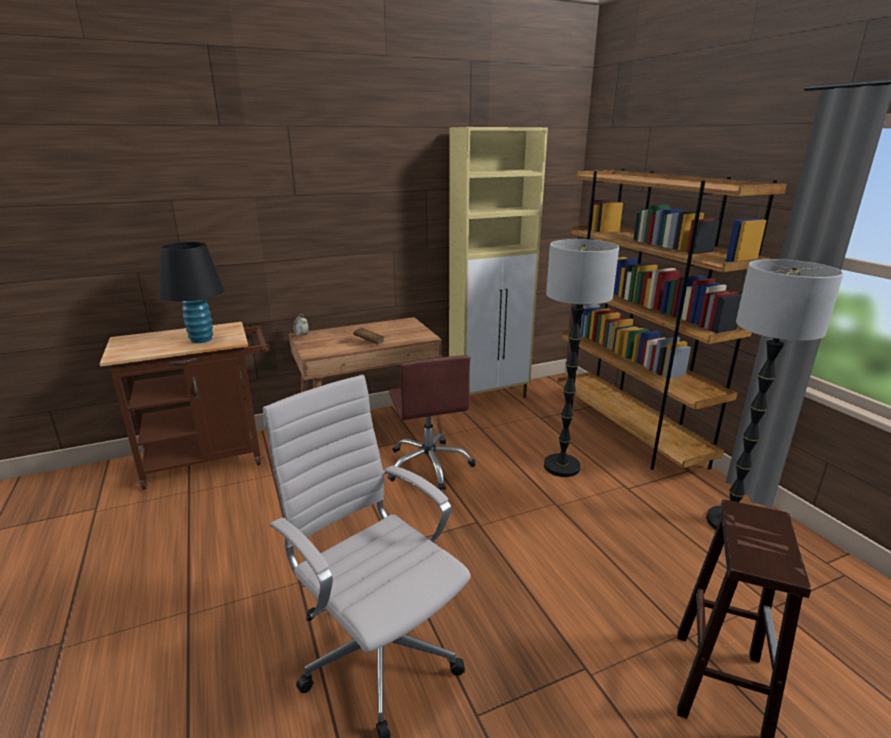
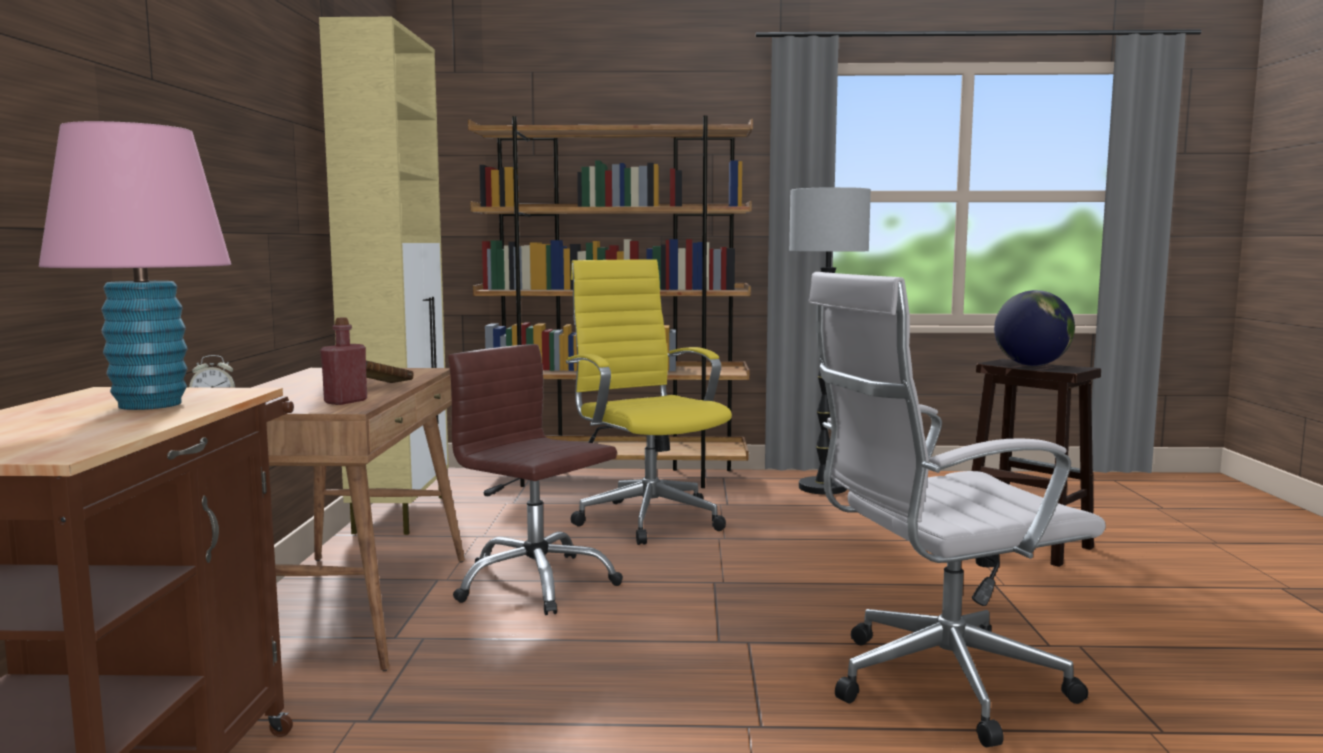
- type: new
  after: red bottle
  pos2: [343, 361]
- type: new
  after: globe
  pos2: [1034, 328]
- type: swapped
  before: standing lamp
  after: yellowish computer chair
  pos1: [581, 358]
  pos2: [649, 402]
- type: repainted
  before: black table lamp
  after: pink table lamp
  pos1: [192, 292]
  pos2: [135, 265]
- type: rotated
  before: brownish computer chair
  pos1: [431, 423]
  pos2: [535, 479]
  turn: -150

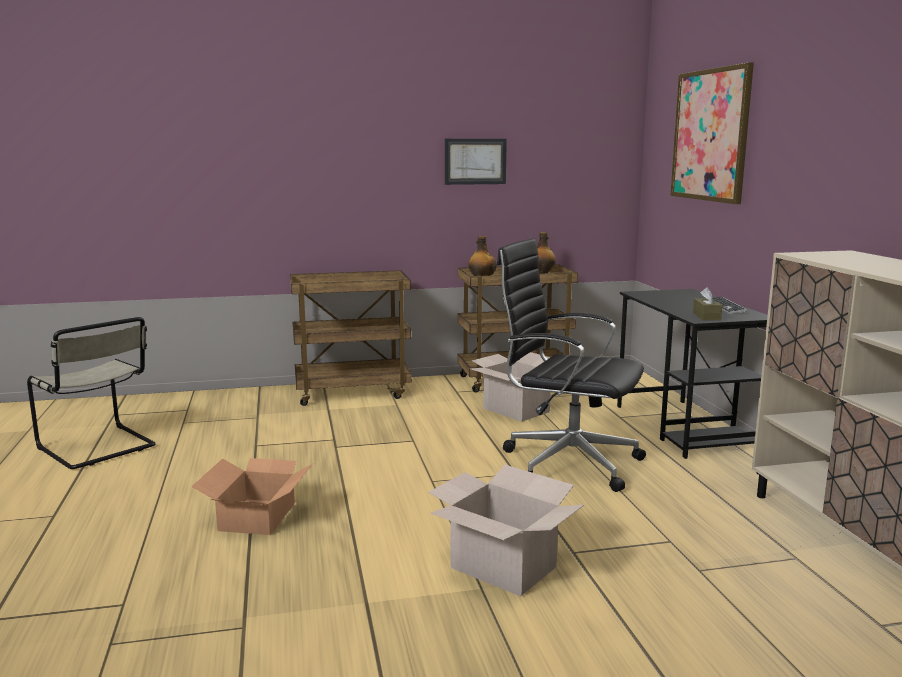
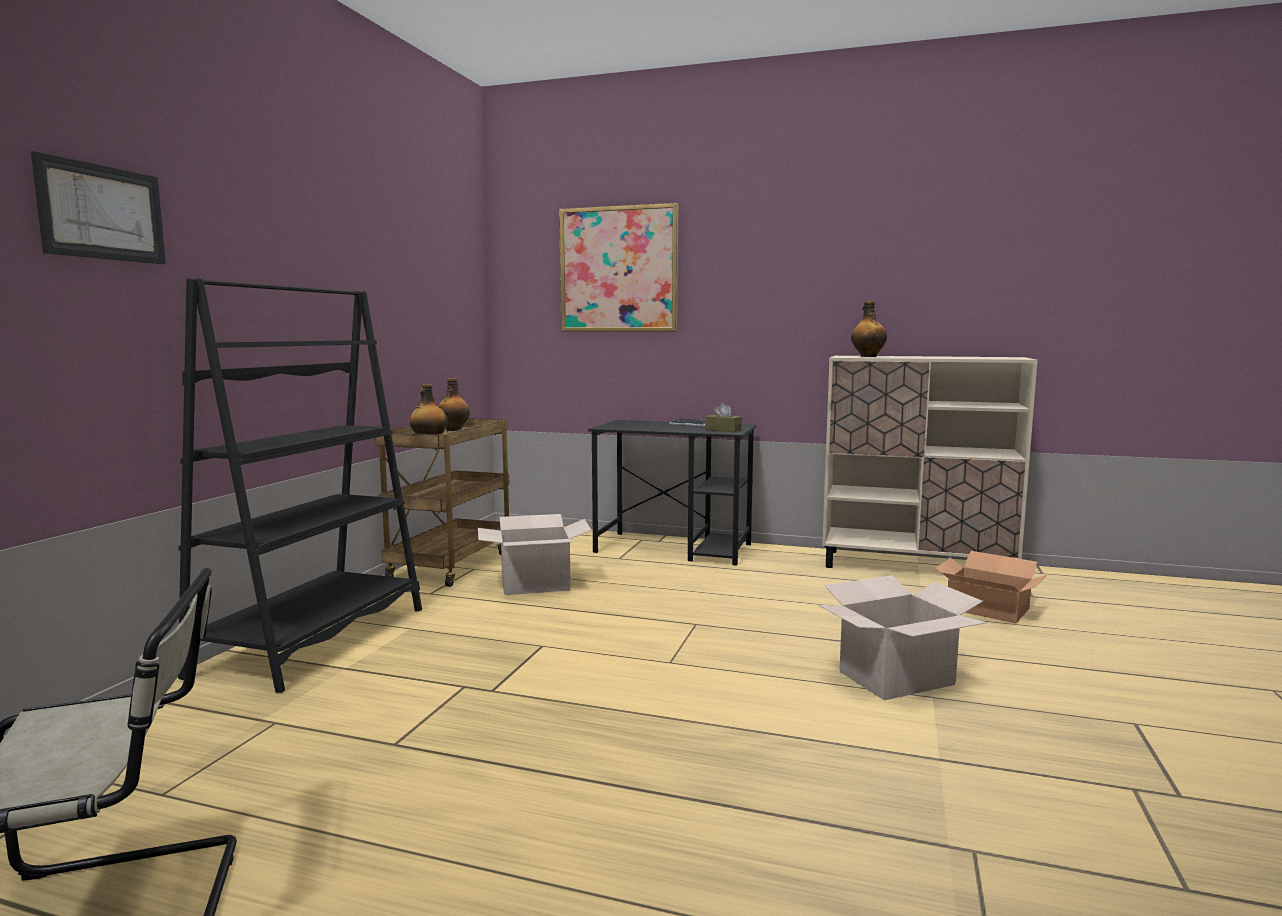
- type: gone
  before: black computer chair
  pos1: [571, 365]
- type: new
  after: bottle
  pos2: [869, 329]
- type: shifted
  before: carton
  pos1: [252, 496]
  pos2: [991, 587]
- type: shifted
  before: picture
  pos1: [476, 162]
  pos2: [98, 207]
- type: swapped
  before: brownish cart
  after: black bookshelf
  pos1: [351, 338]
  pos2: [300, 485]

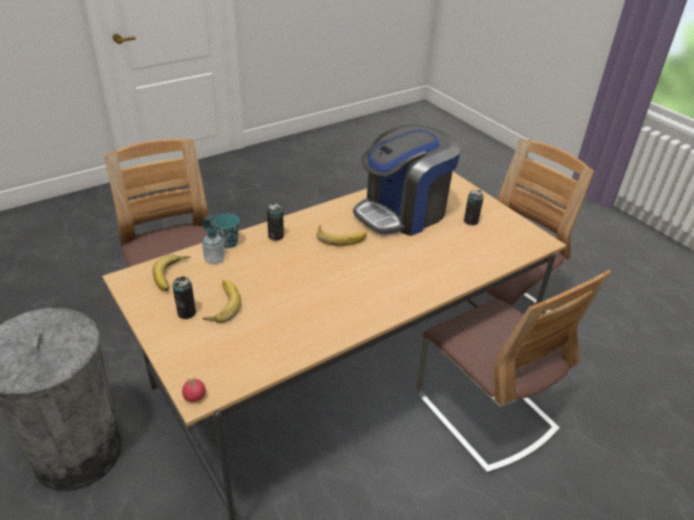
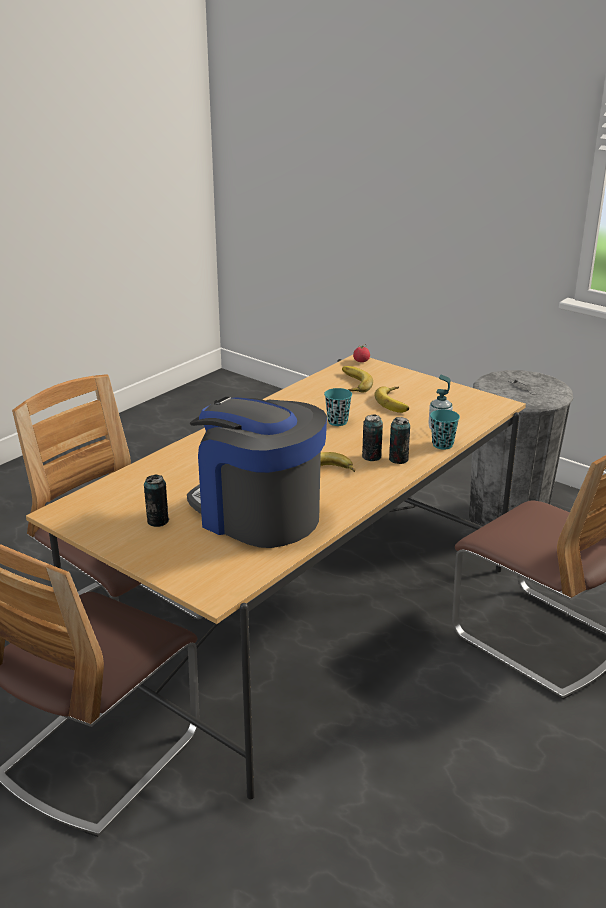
- type: new
  after: turquoise-coloured small cup
  pos2: [338, 407]
- type: shifted
  before: whole banana
  pos1: [171, 273]
  pos2: [357, 379]
- type: shifted
  before: can
  pos1: [184, 297]
  pos2: [372, 438]
- type: rotated
  before: coffee maker
  pos1: [407, 180]
  pos2: [257, 472]
  turn: -90

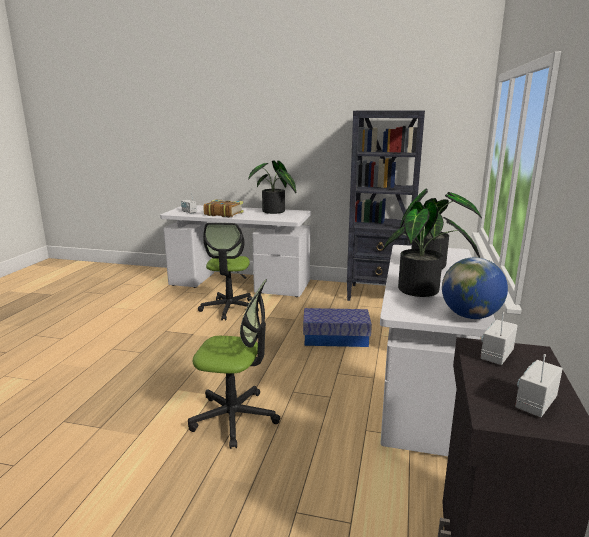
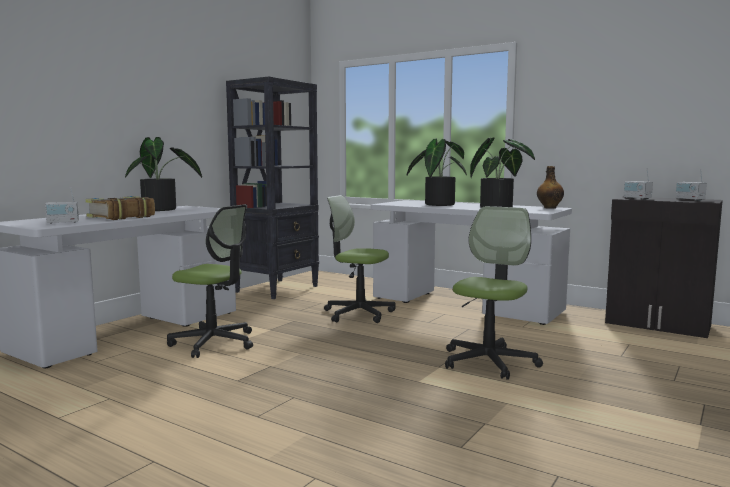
- type: swapped
  before: storage box
  after: computer chair
  pos1: [337, 327]
  pos2: [360, 259]
- type: swapped
  before: globe
  after: bottle
  pos1: [475, 288]
  pos2: [550, 187]

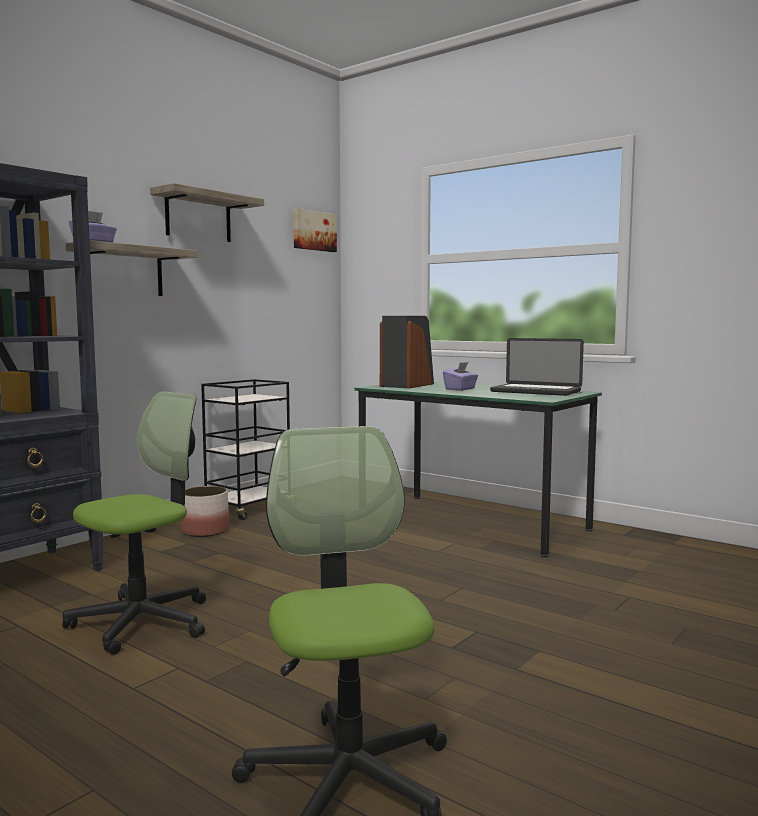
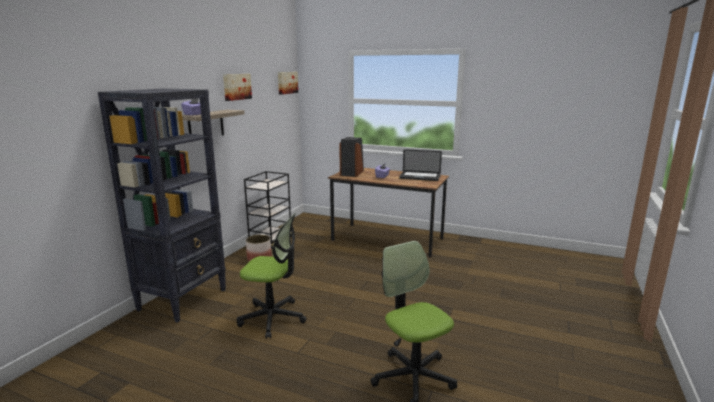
- type: swapped
  before: wall shelf
  after: picture
  pos1: [207, 212]
  pos2: [237, 87]
- type: repainted
  before: green desk
  after: brownish desk
  pos1: [478, 469]
  pos2: [388, 212]
- type: rotated
  before: computer chair
  pos1: [134, 523]
  pos2: [272, 276]
  turn: 75

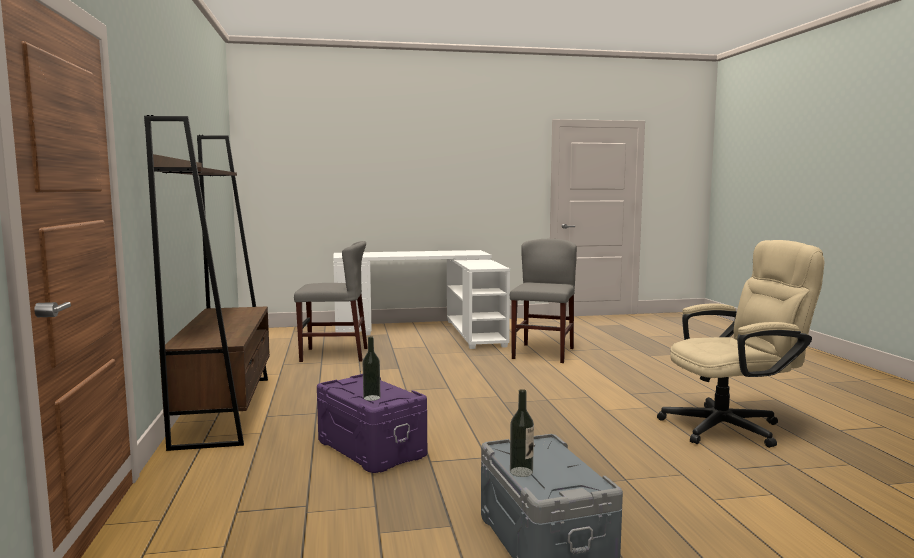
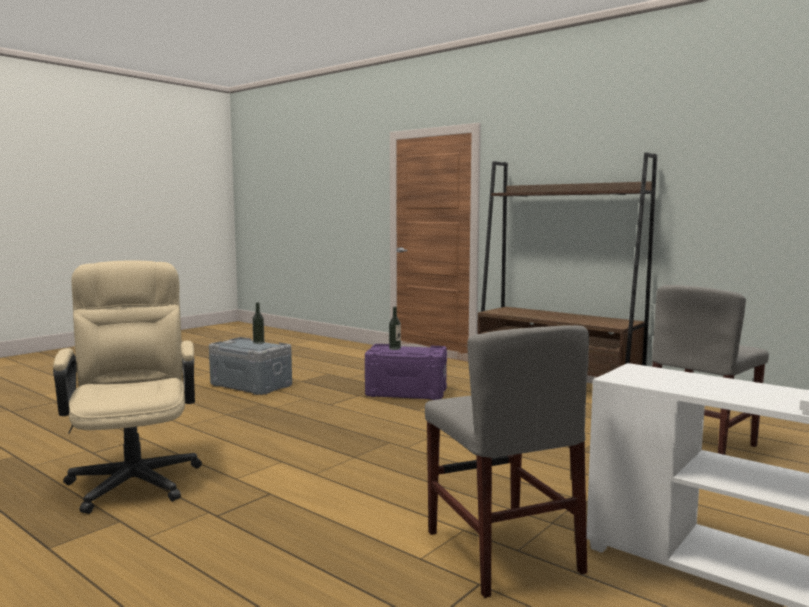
- type: rotated
  before: beige computer chair
  pos1: [740, 344]
  pos2: [127, 387]
  turn: 120

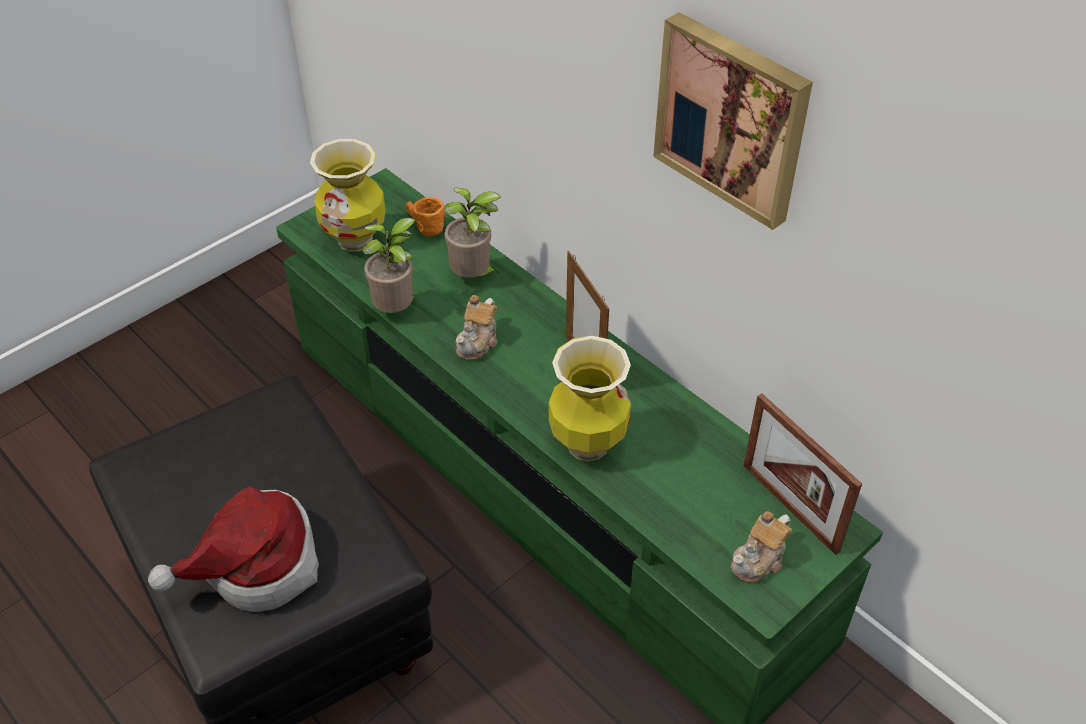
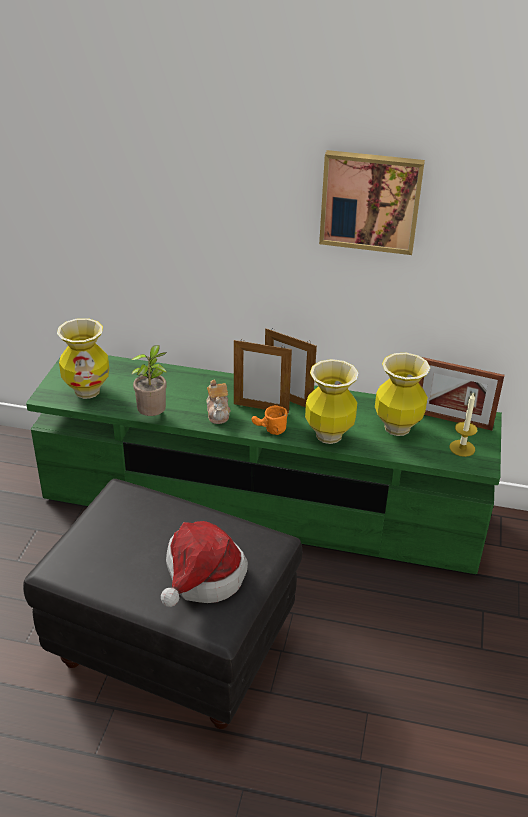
- type: gone
  before: houseplant
  pos1: [472, 233]
- type: new
  after: picture frame
  pos2: [263, 376]
- type: new
  after: flower vase
  pos2: [402, 394]
- type: shifted
  before: orange-coloured tea mug
  pos1: [425, 216]
  pos2: [269, 420]
- type: swapped
  before: pot for tea
  after: wax candle
  pos1: [761, 547]
  pos2: [463, 424]

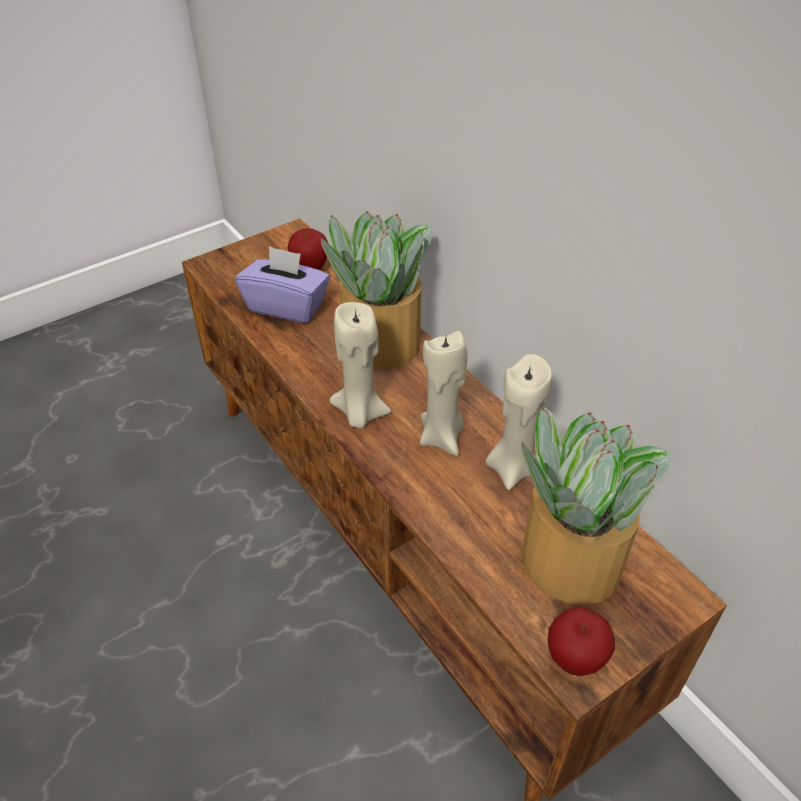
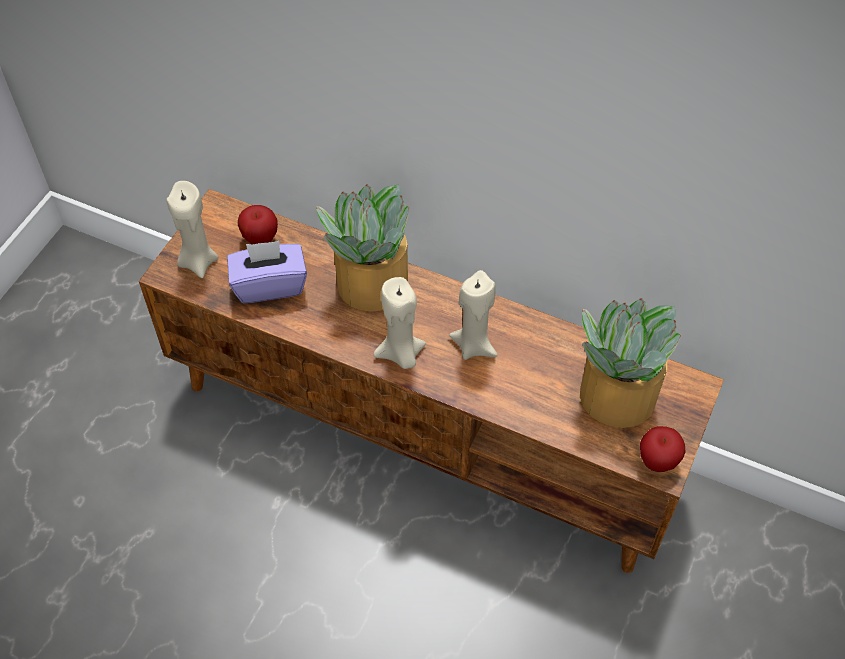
- type: shifted
  before: beige wax candle
  pos1: [519, 422]
  pos2: [192, 229]

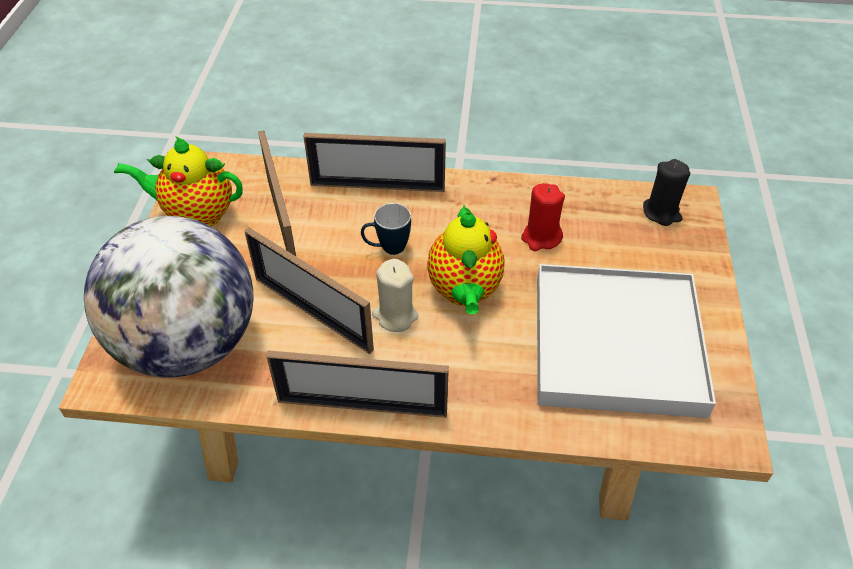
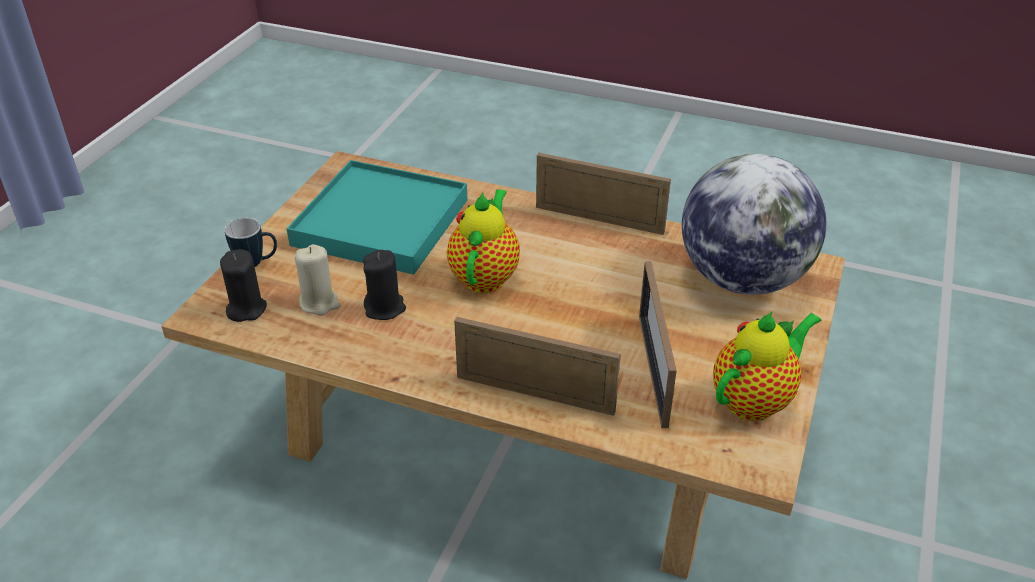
- type: gone
  before: picture frame
  pos1: [309, 290]
- type: shifted
  before: tea mug
  pos1: [386, 229]
  pos2: [250, 242]
- type: shifted
  before: beige wax candle
  pos1: [395, 295]
  pos2: [317, 279]
- type: repainted
  before: red wax candle
  after: black wax candle
  pos1: [543, 217]
  pos2: [384, 285]
- type: repainted
  before: white carrying tray
  after: turquoise-coloured carrying tray
  pos1: [626, 341]
  pos2: [377, 217]
- type: rotated
  before: pot for tea
  pos1: [178, 181]
  pos2: [767, 366]
  turn: -60

